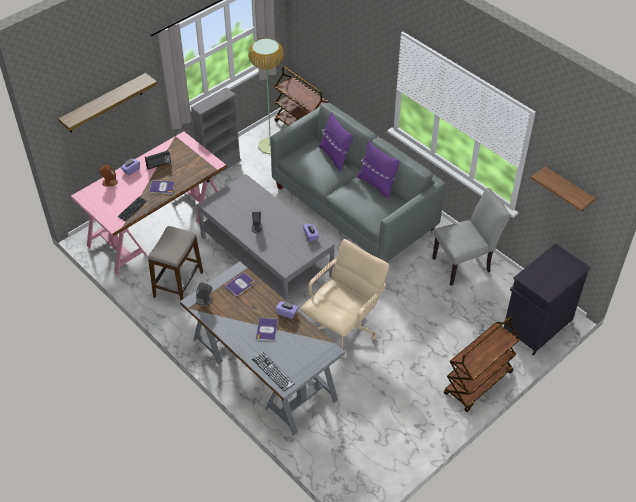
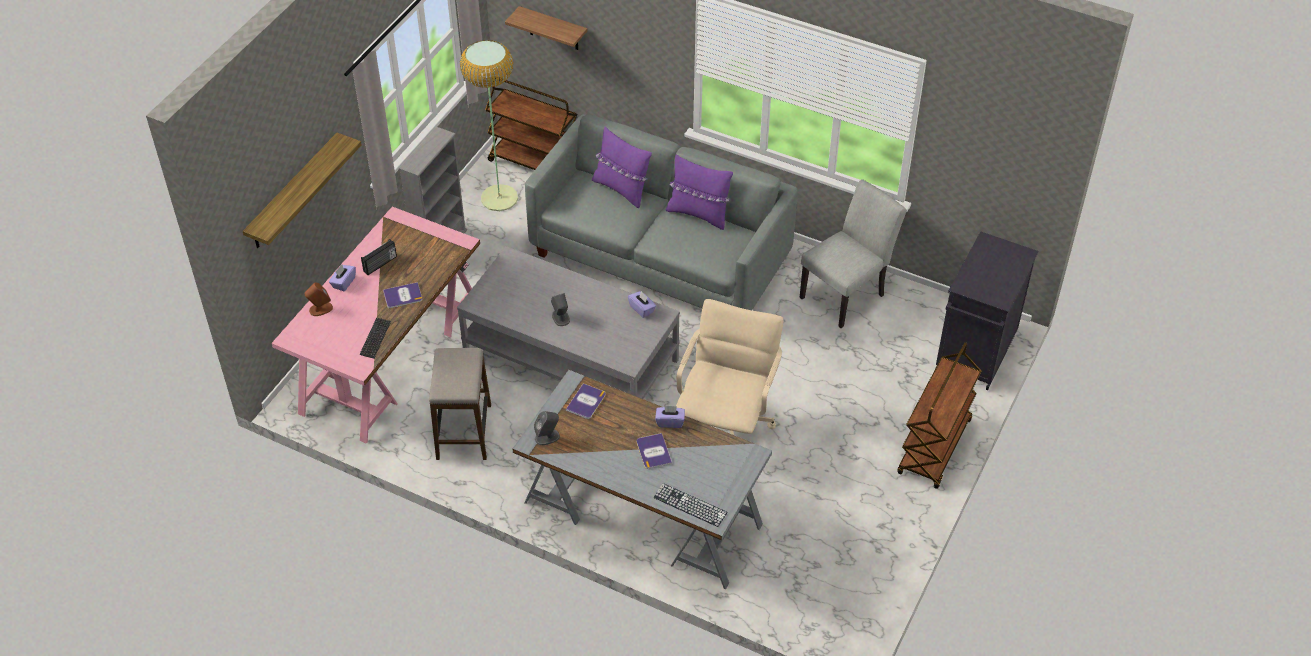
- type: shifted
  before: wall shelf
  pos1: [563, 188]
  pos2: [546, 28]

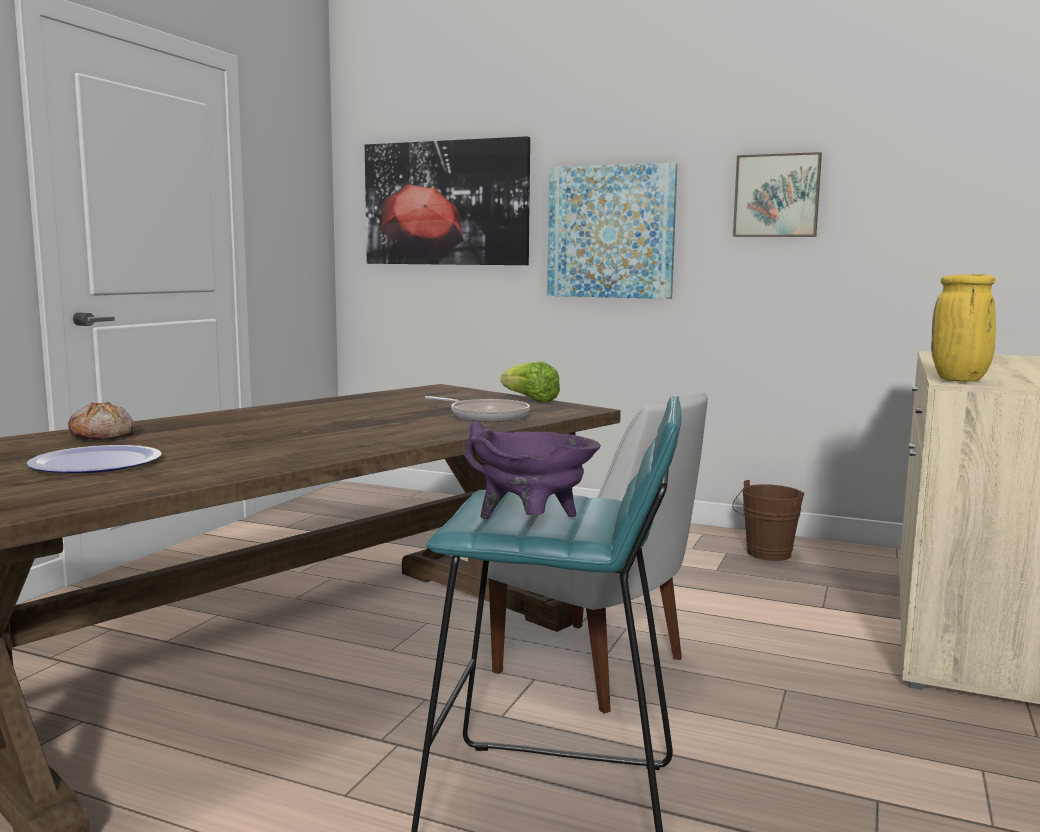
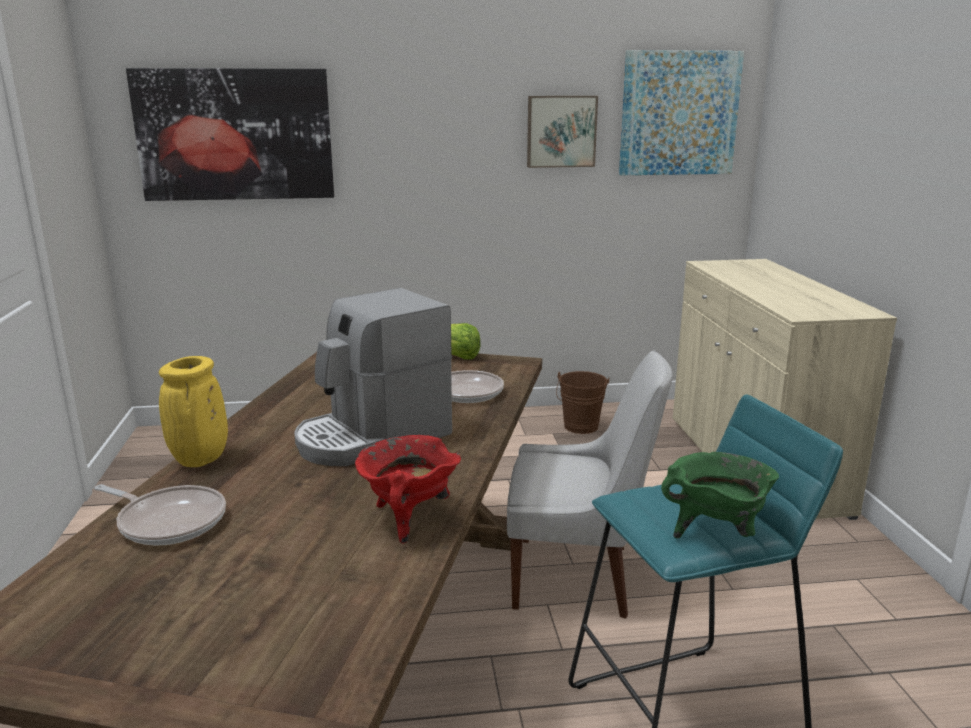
- type: gone
  before: flat dish
  pos1: [94, 459]
- type: new
  after: coffee maker
  pos2: [373, 377]
- type: new
  after: red stockpot
  pos2: [408, 489]
- type: shifted
  before: picture
  pos1: [612, 231]
  pos2: [681, 112]
- type: shifted
  before: yellowish flower vase
  pos1: [963, 328]
  pos2: [193, 411]
- type: swapped
  before: baked bread
  after: frying pan
  pos1: [101, 421]
  pos2: [160, 514]
- type: repainted
  before: purplish stockpot
  after: green stockpot
  pos1: [533, 470]
  pos2: [720, 495]

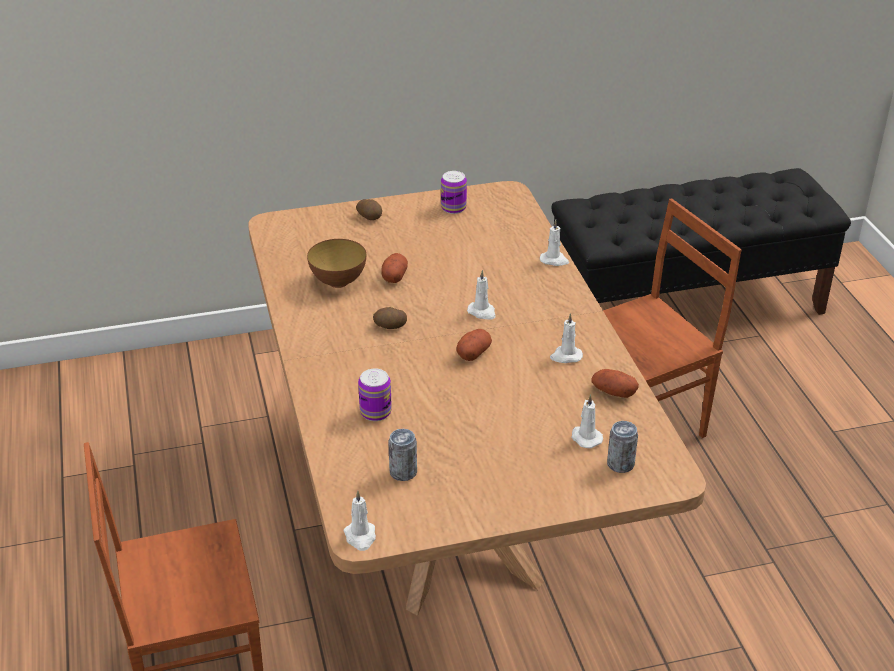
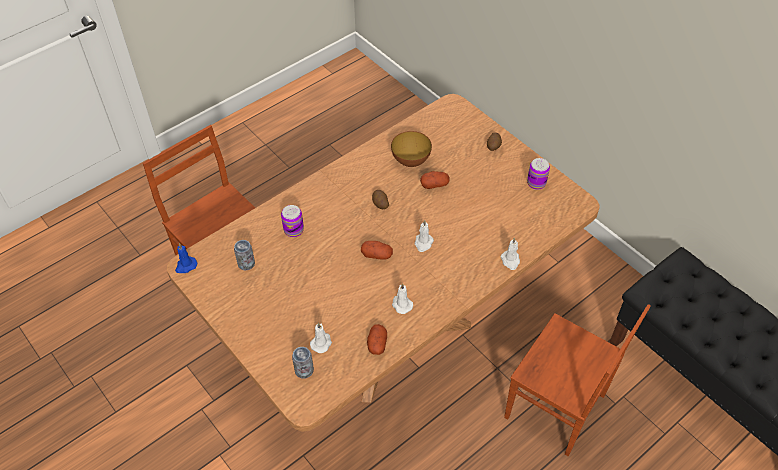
- type: repainted
  before: white wax candle
  after: bluish wax candle
  pos1: [360, 521]
  pos2: [186, 258]

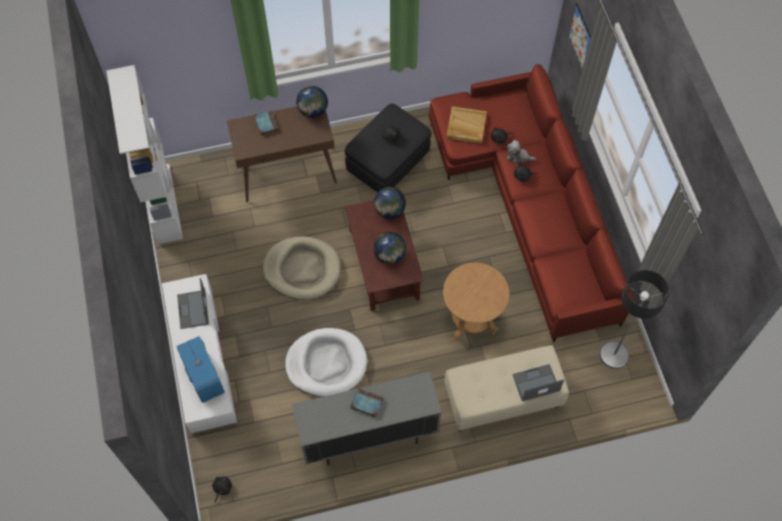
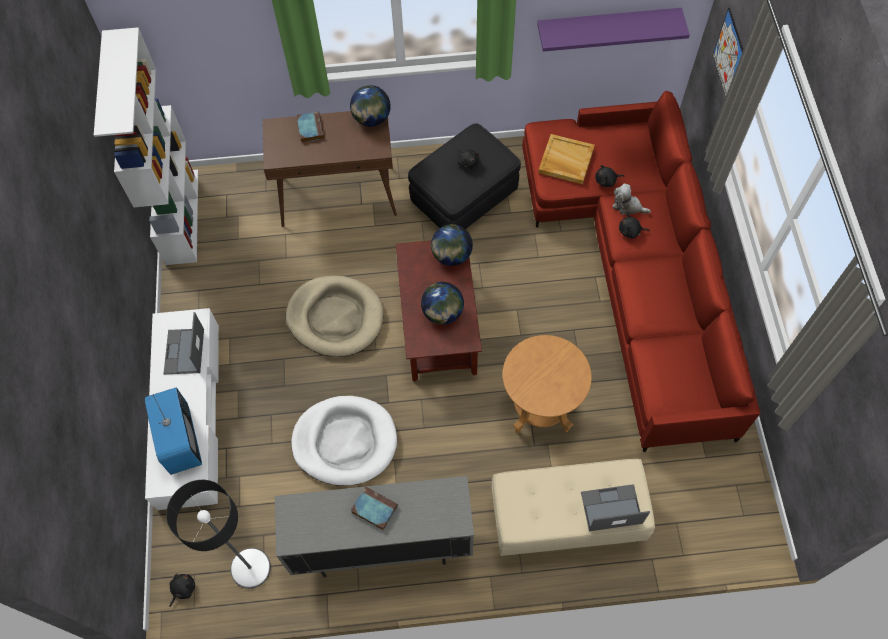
- type: new
  after: purplish wall shelf
  pos2: [613, 30]
- type: shifted
  before: standing lamp
  pos1: [634, 319]
  pos2: [218, 534]

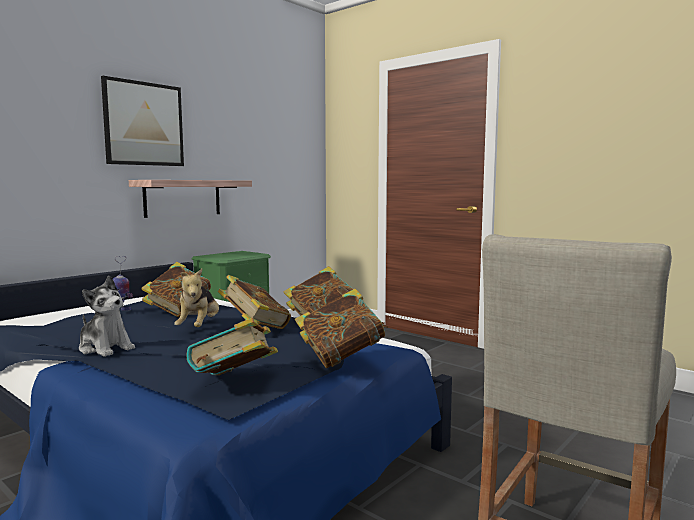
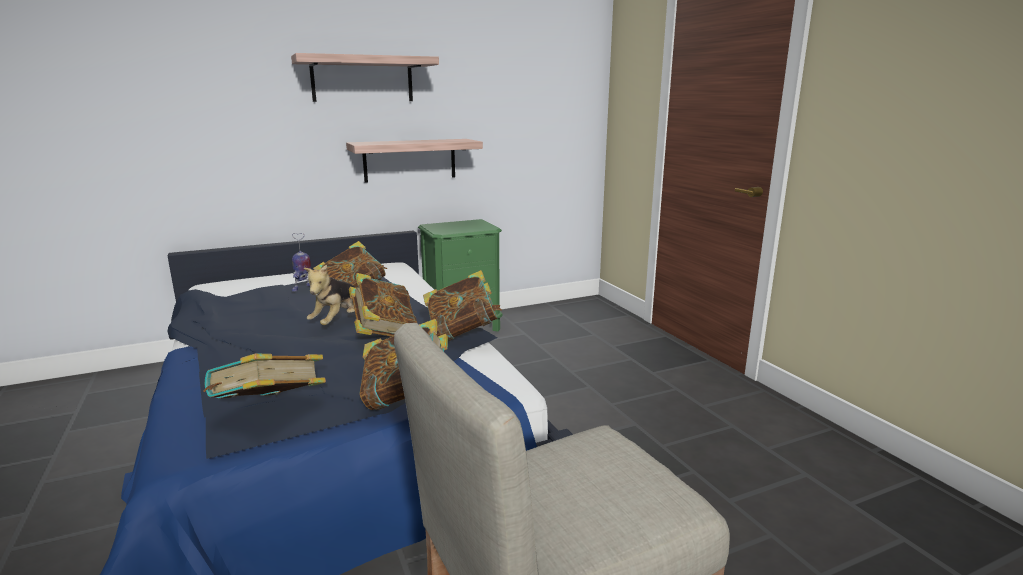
- type: gone
  before: plush toy
  pos1: [107, 316]
- type: swapped
  before: picture
  after: wall shelf
  pos1: [142, 121]
  pos2: [365, 77]

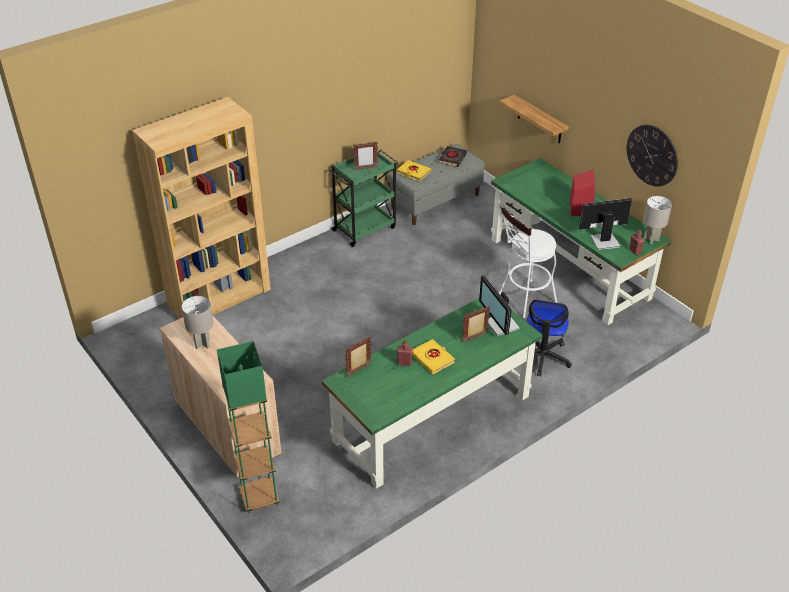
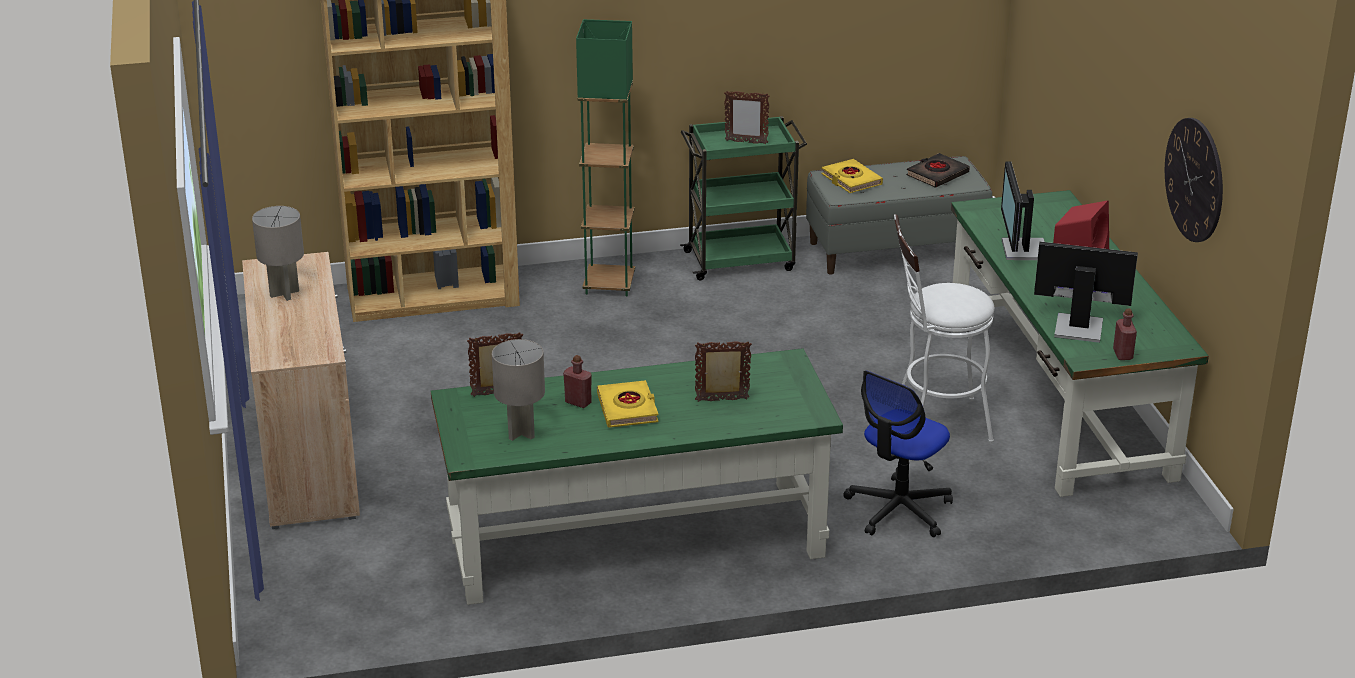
- type: gone
  before: wall shelf
  pos1: [534, 119]
- type: shifted
  before: green standing lamp
  pos1: [248, 427]
  pos2: [605, 157]
- type: shifted
  before: computer screen
  pos1: [499, 305]
  pos2: [1023, 210]
- type: shifted
  before: gray table lamp
  pos1: [657, 220]
  pos2: [518, 390]

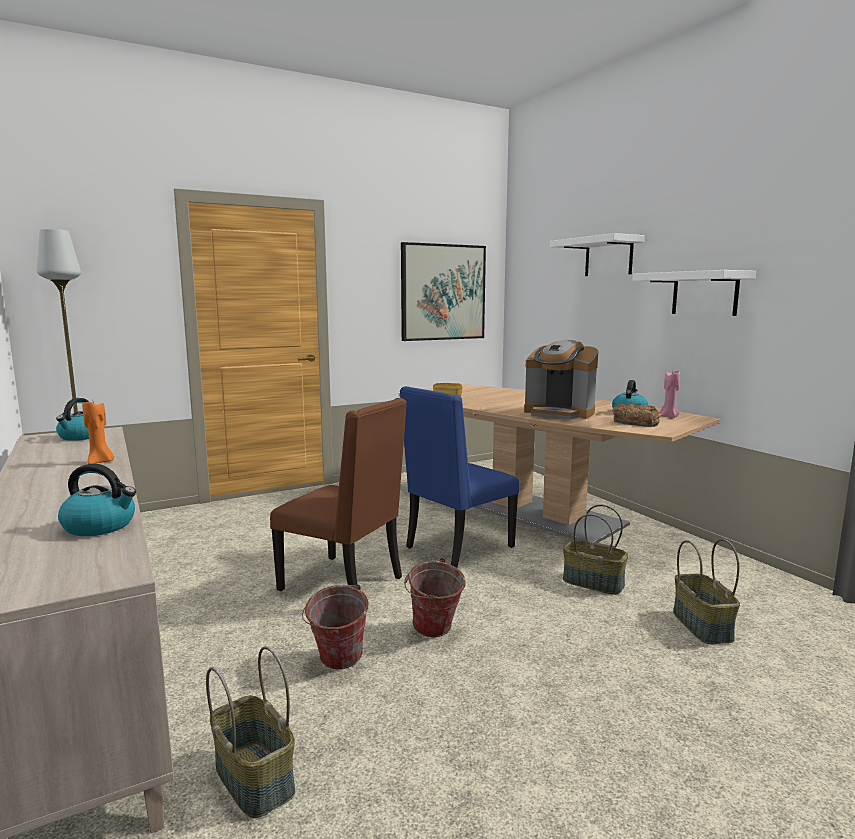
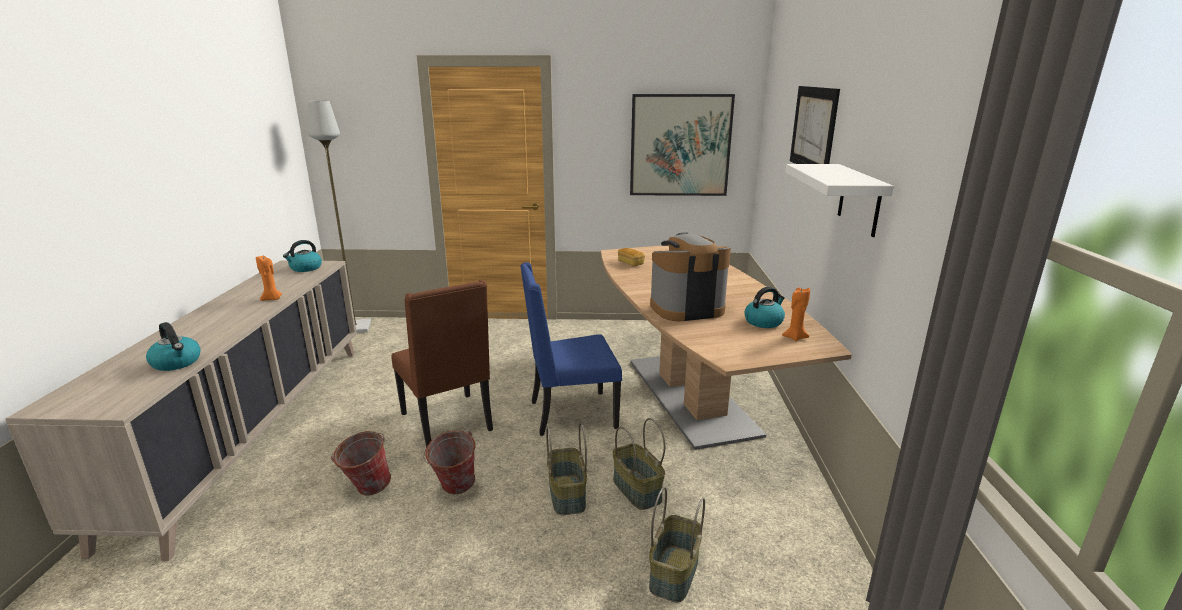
- type: gone
  before: baked bread
  pos1: [636, 415]
- type: shifted
  before: storage basket
  pos1: [250, 732]
  pos2: [566, 469]
- type: swapped
  before: white wall shelf
  after: picture
  pos1: [597, 254]
  pos2: [815, 125]
- type: repainted
  before: pink wax candle
  after: orange-coloured wax candle
  pos1: [670, 394]
  pos2: [796, 314]
- type: rotated
  before: coffee maker
  pos1: [561, 380]
  pos2: [690, 277]
  turn: 105

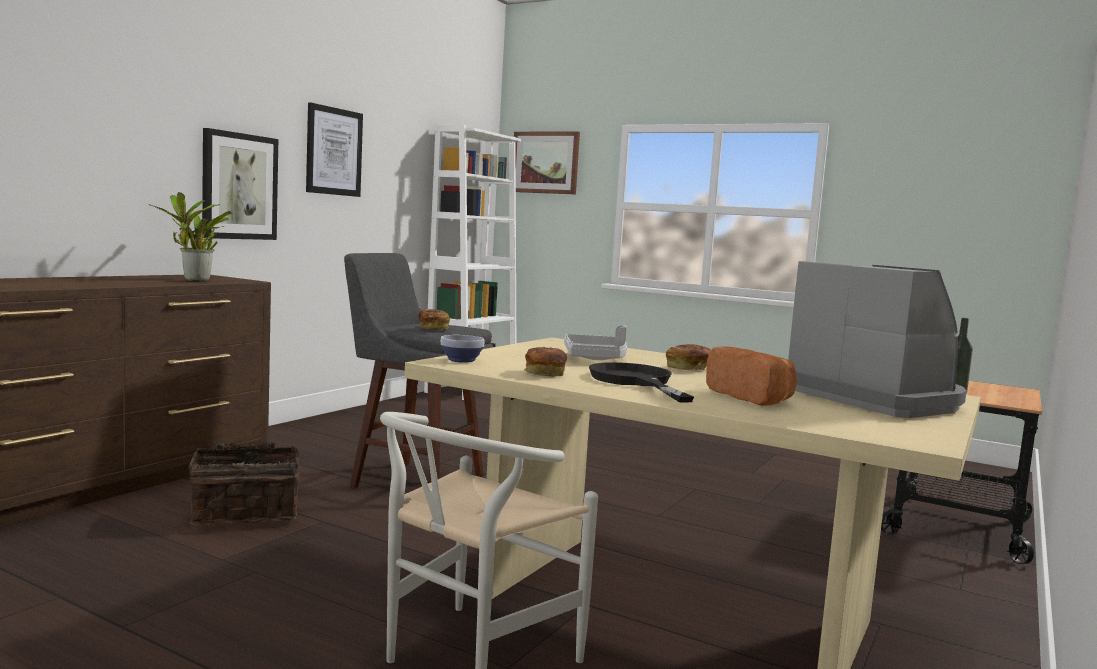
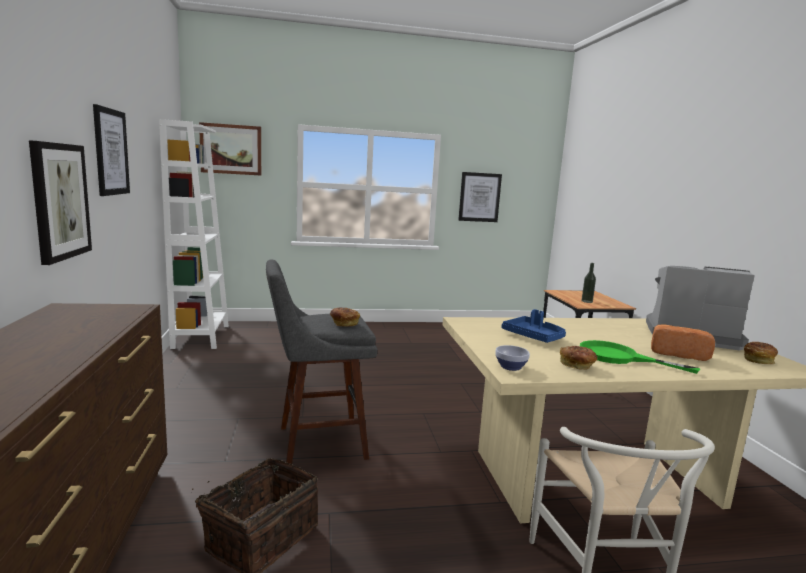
- type: gone
  before: houseplant
  pos1: [190, 236]
- type: new
  after: picture
  pos2: [480, 197]
- type: shifted
  before: baked bread
  pos1: [688, 357]
  pos2: [761, 353]
- type: repainted
  before: gray carrying tray
  after: bluish carrying tray
  pos1: [595, 342]
  pos2: [533, 326]
- type: repainted
  before: black frying pan
  after: green frying pan
  pos1: [641, 382]
  pos2: [640, 357]

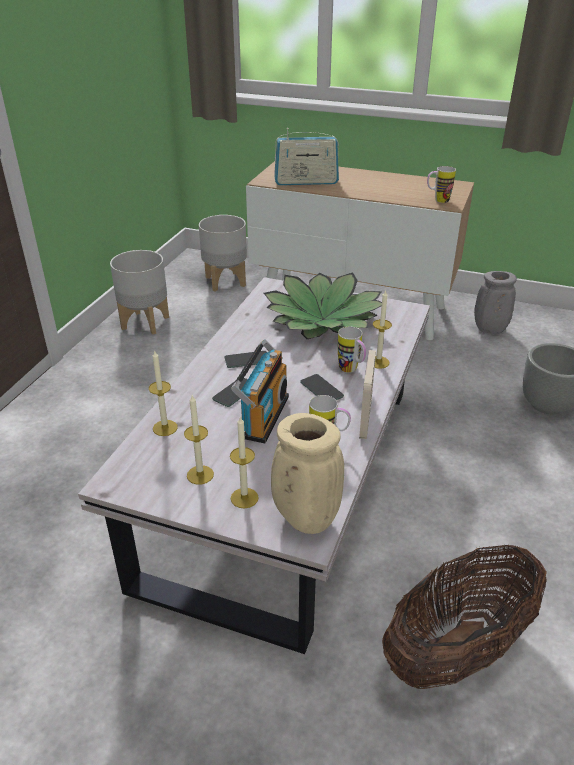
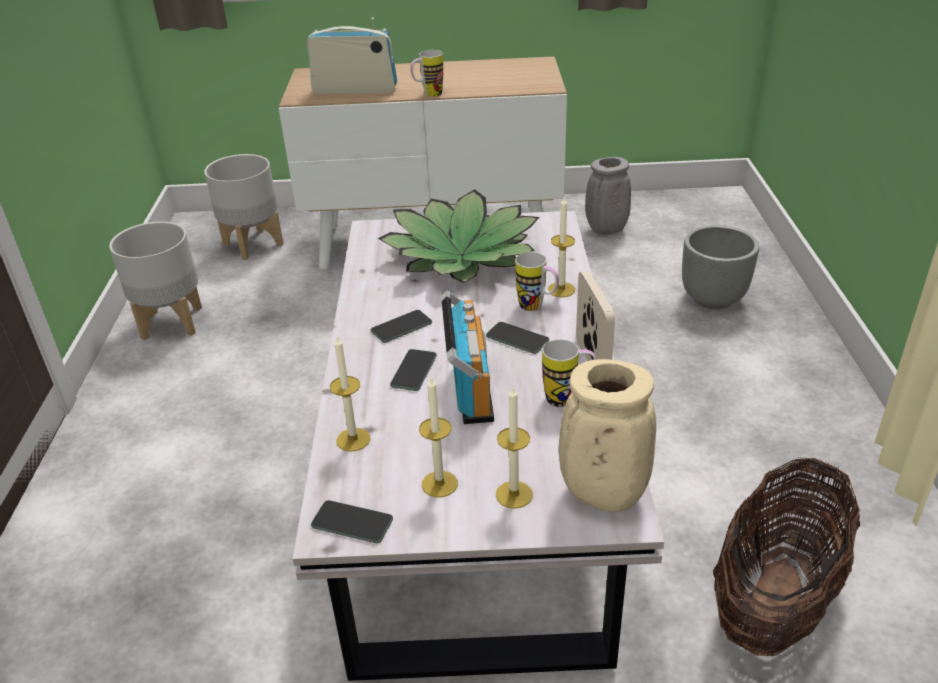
- type: new
  after: phone
  pos2: [352, 521]
- type: shifted
  before: tea mug
  pos1: [441, 184]
  pos2: [427, 73]
- type: rotated
  before: radio
  pos1: [306, 156]
  pos2: [351, 55]
  turn: -150

